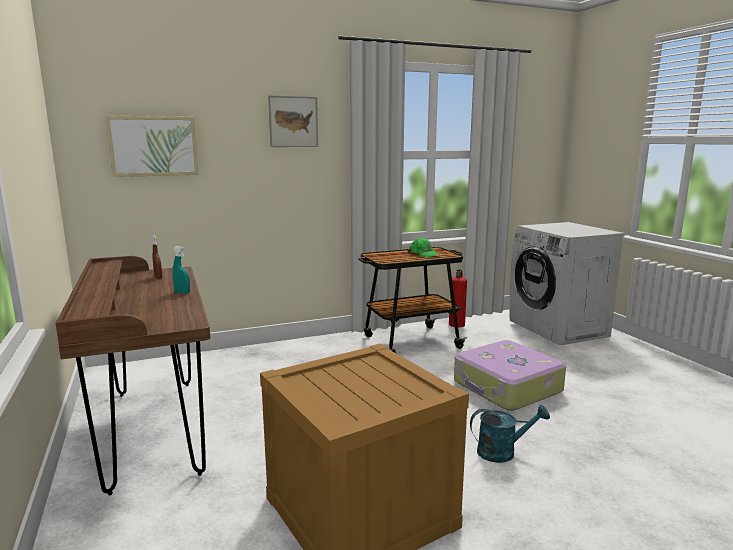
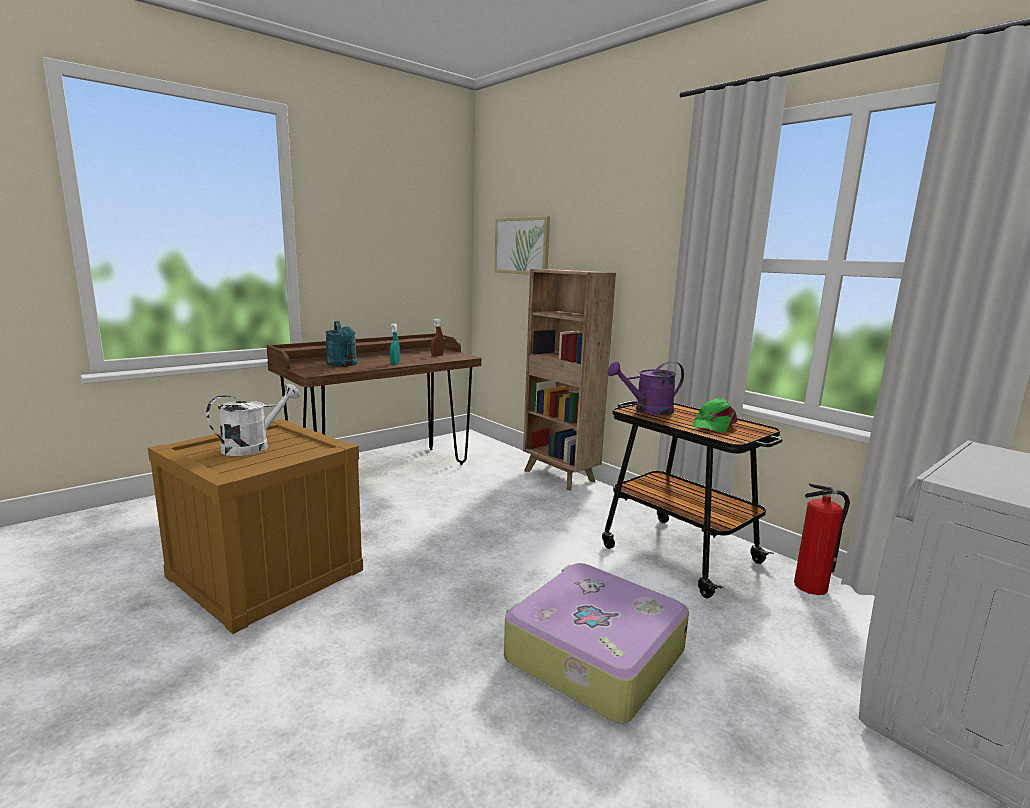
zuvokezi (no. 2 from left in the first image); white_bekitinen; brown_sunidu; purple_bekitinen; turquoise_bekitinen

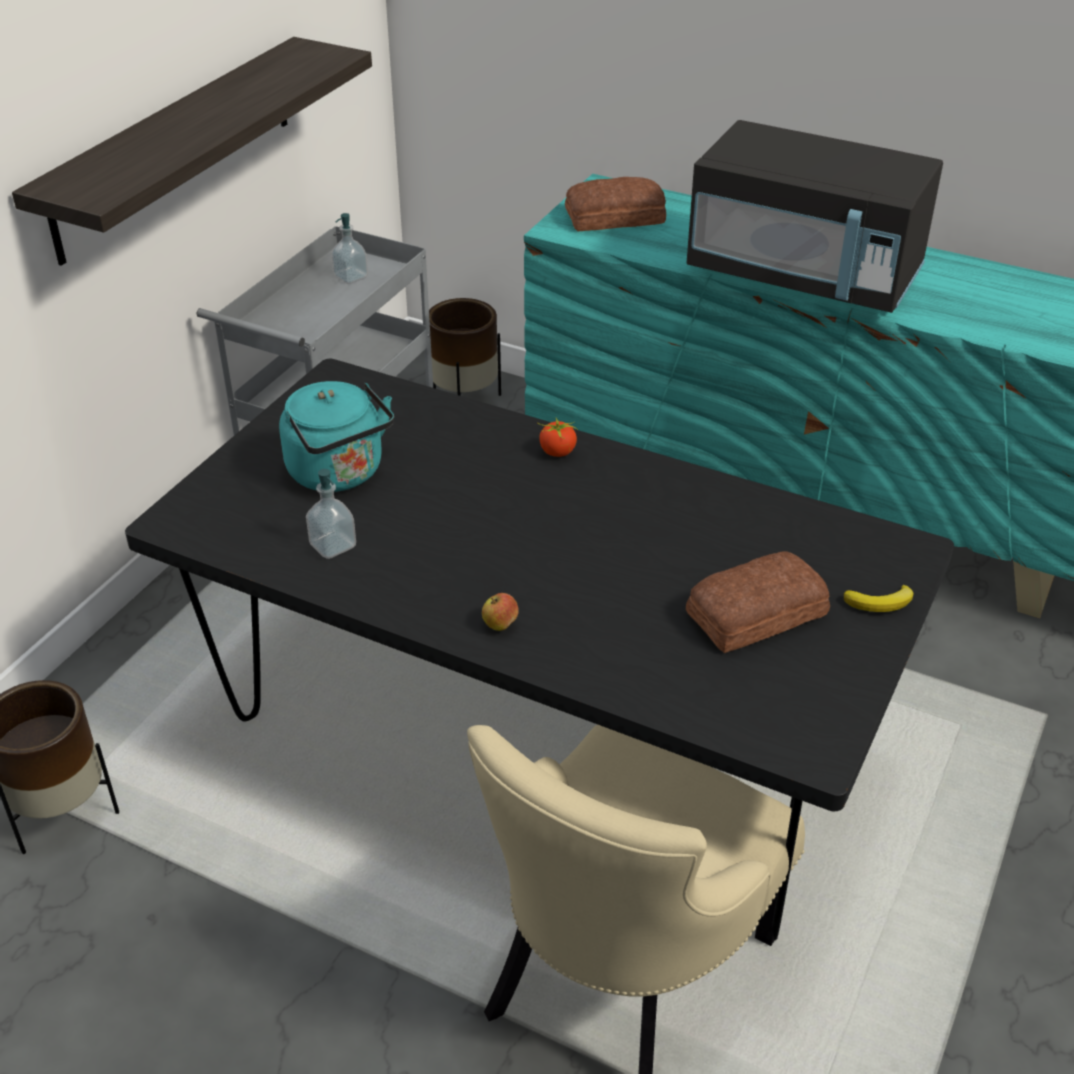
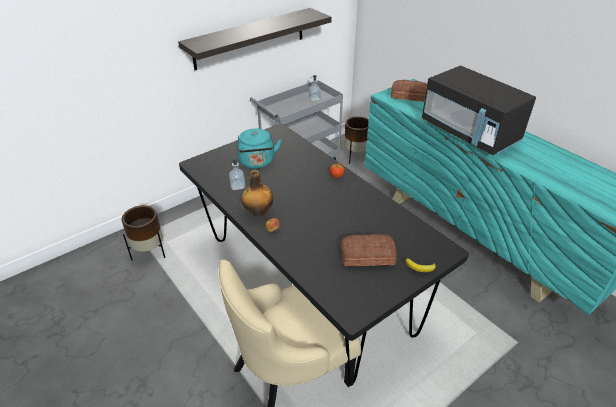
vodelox

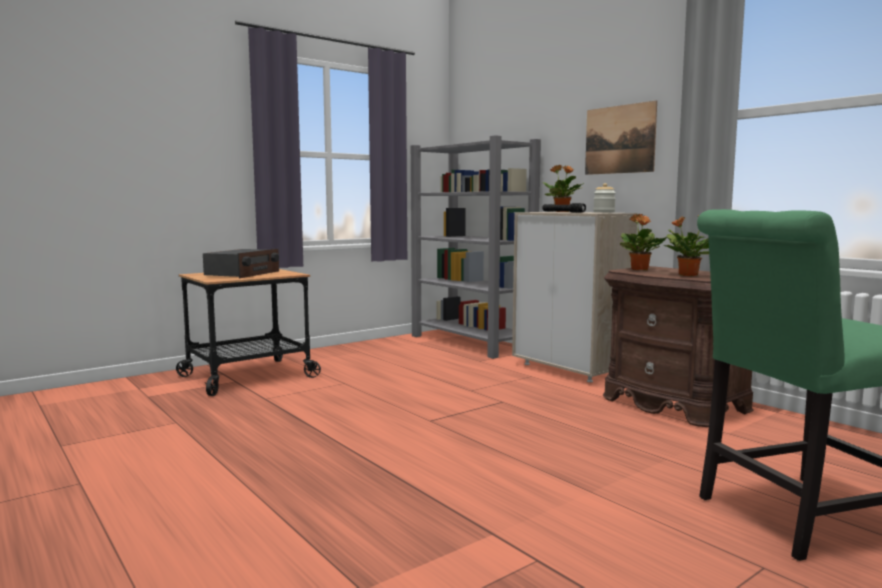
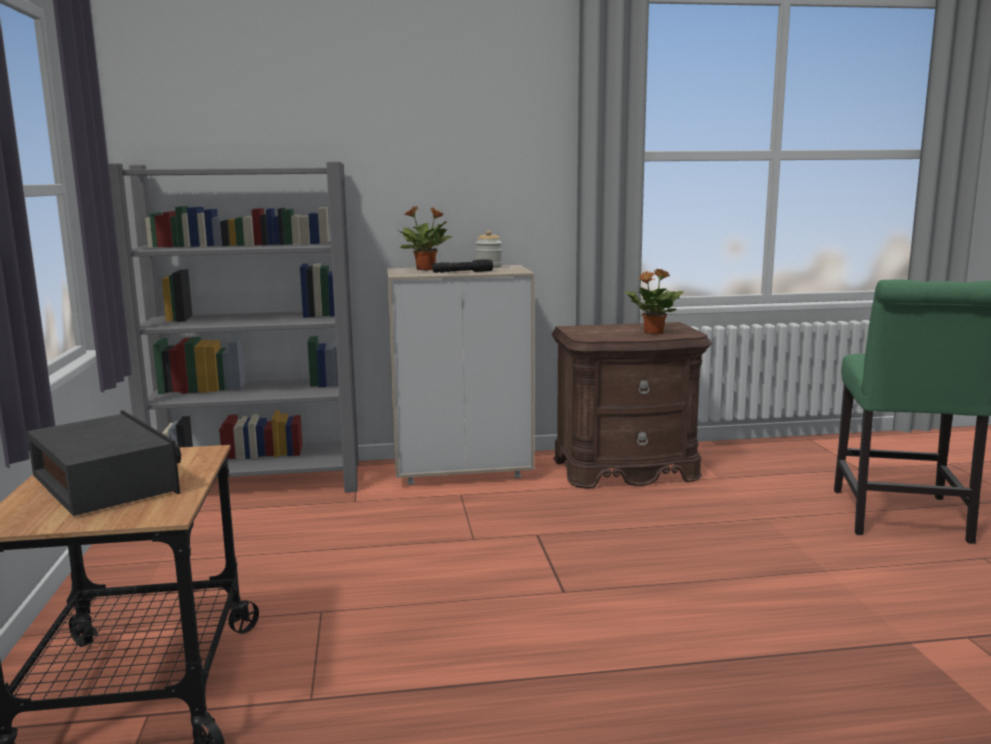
zuvokezi; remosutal (no. 2 from left in the first image)

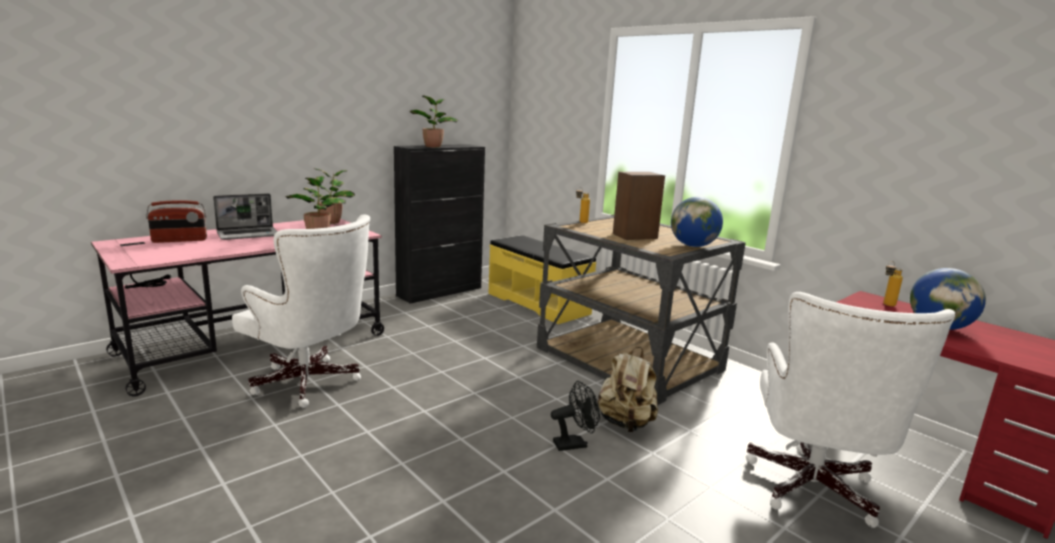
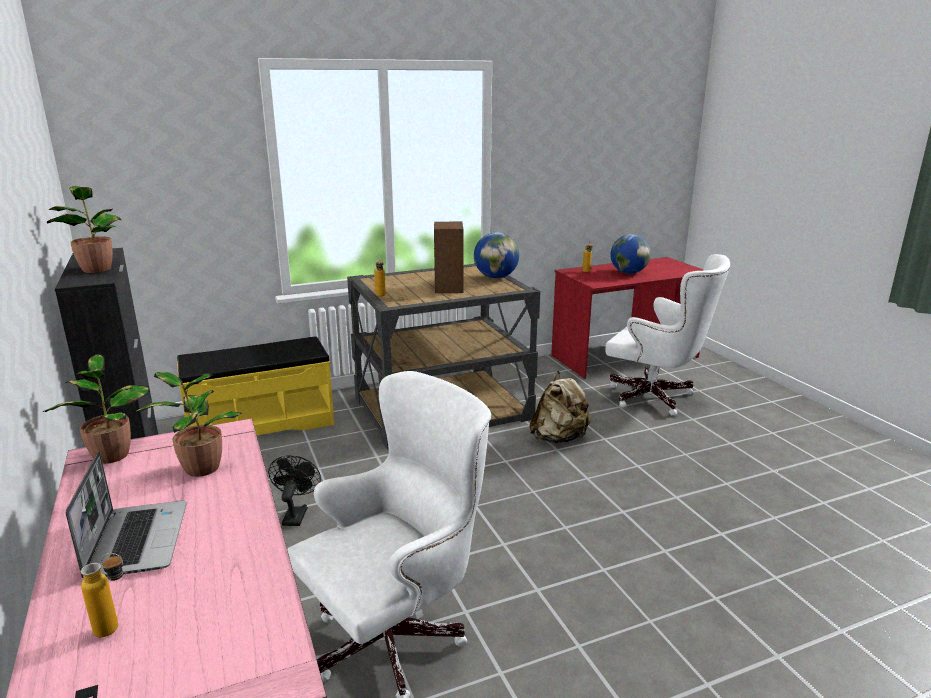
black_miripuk; vodelox (no. 1 from left)

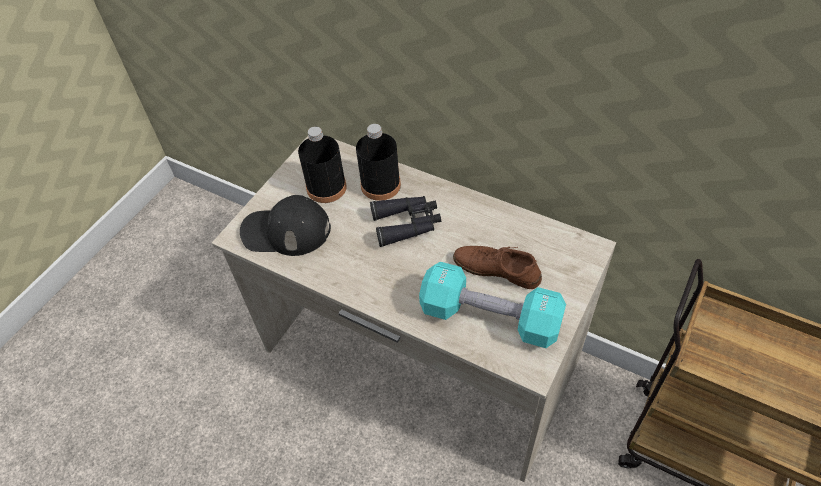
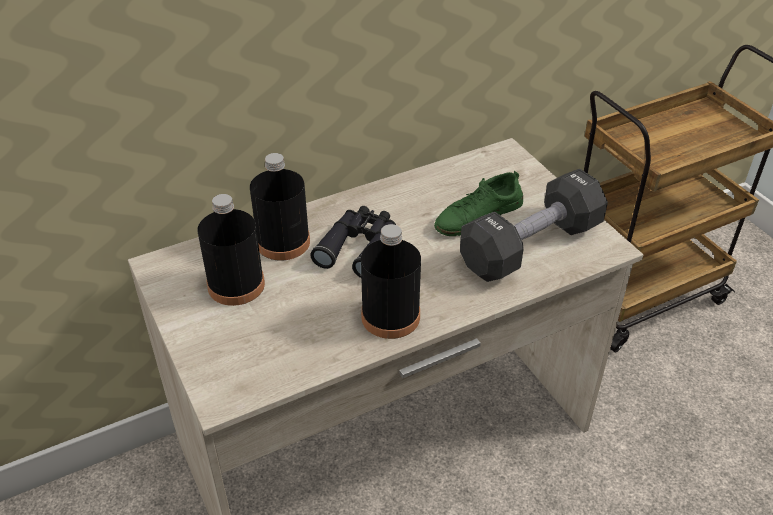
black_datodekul; black_vodelox (no. 3 from left); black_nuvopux; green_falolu

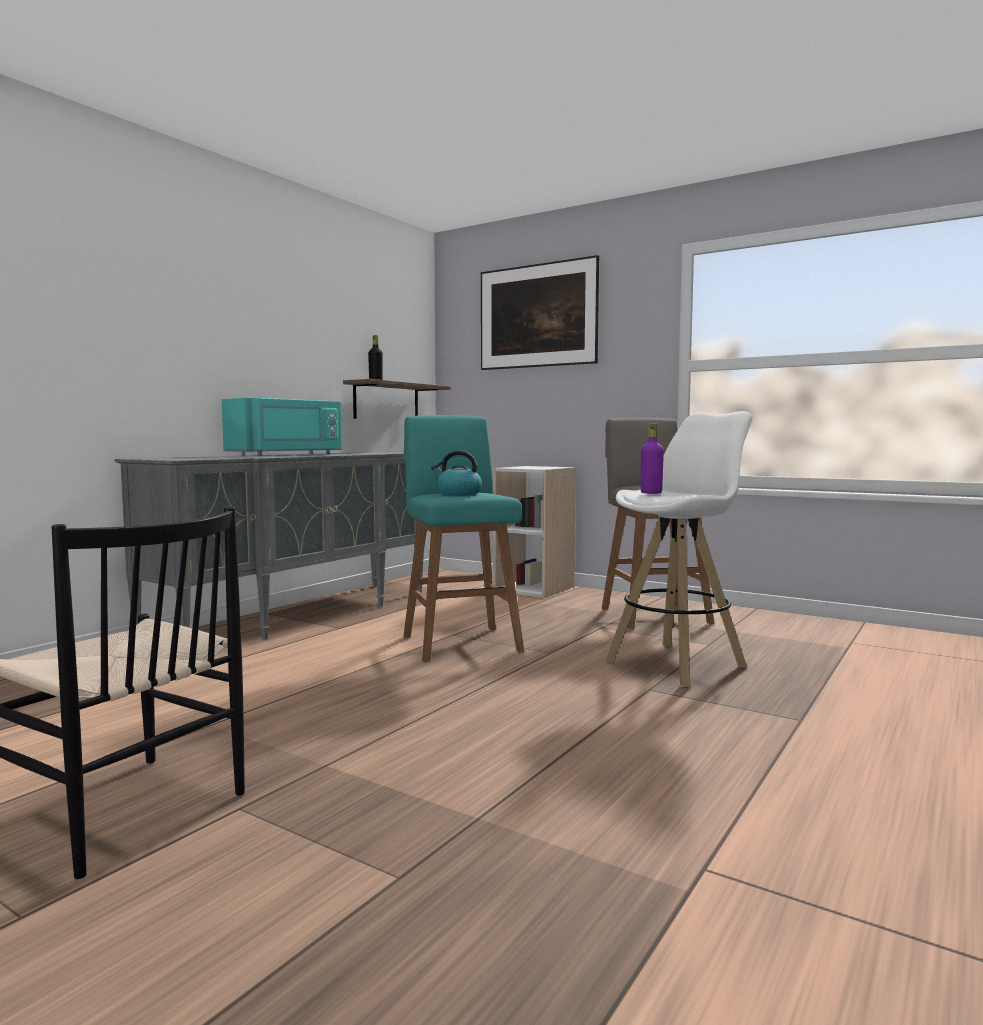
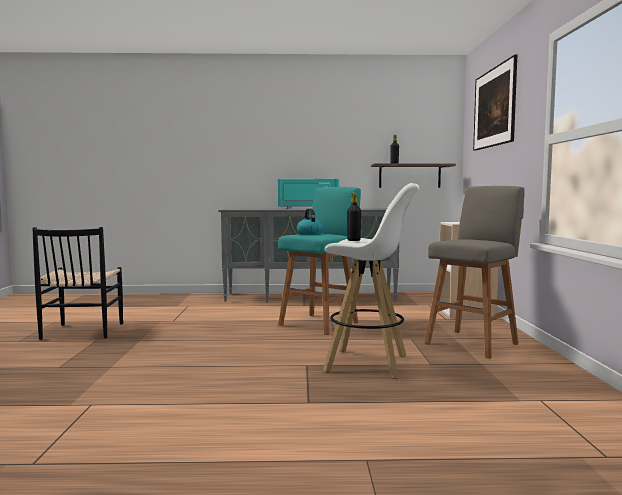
black_vodelox (no. 1 from left)

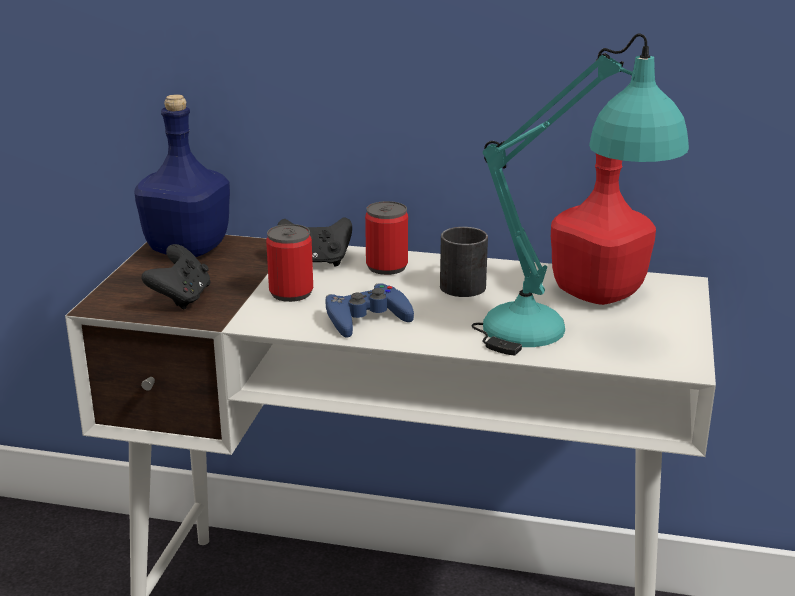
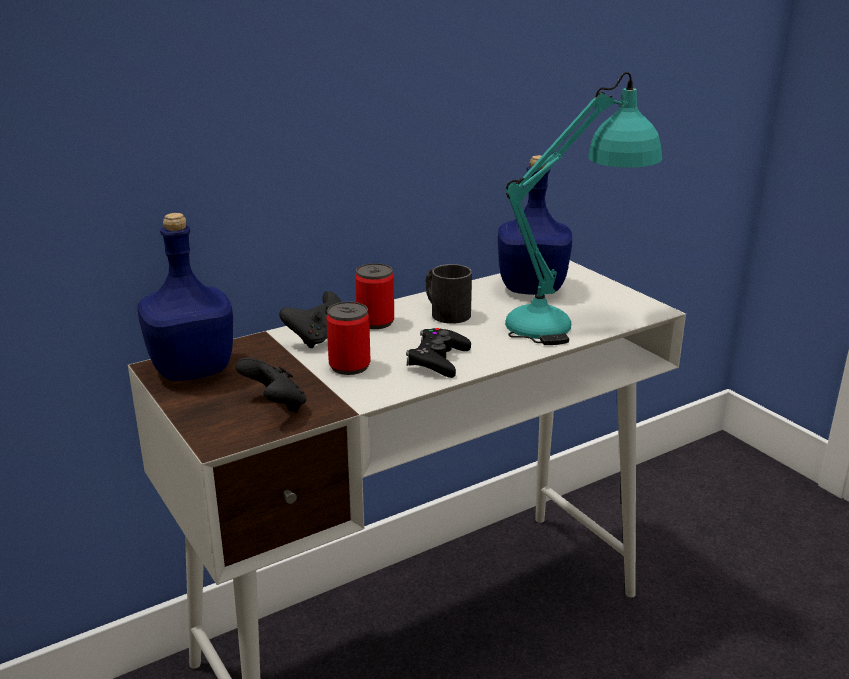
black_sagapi (no. 3 from left); blue_vodelox (no. 2 from left)

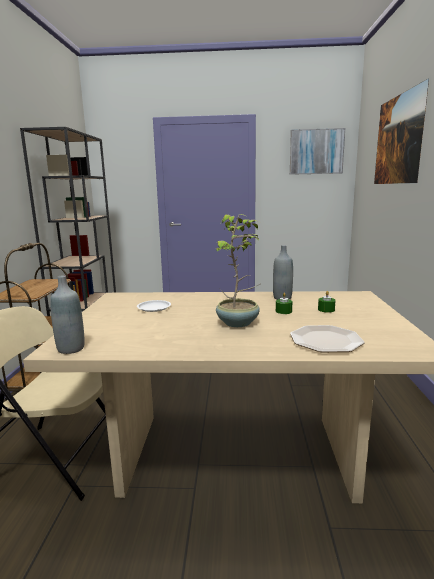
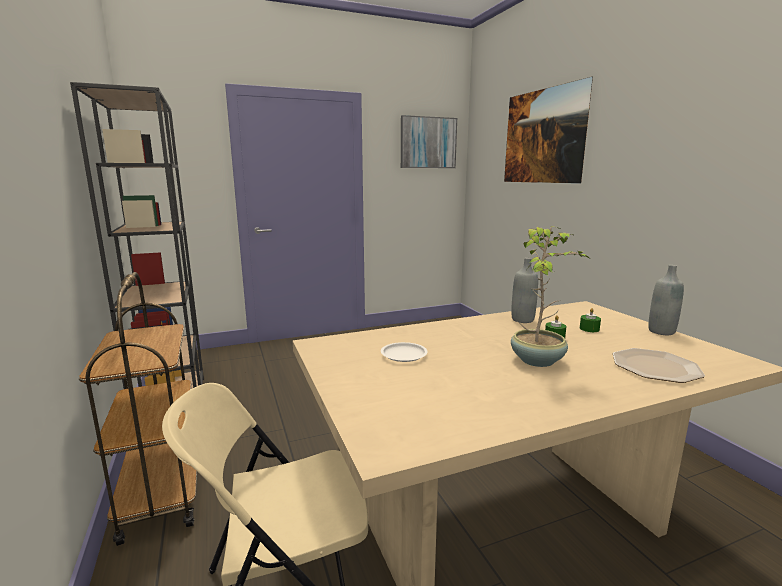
grey_vodelox (no. 2 from left)

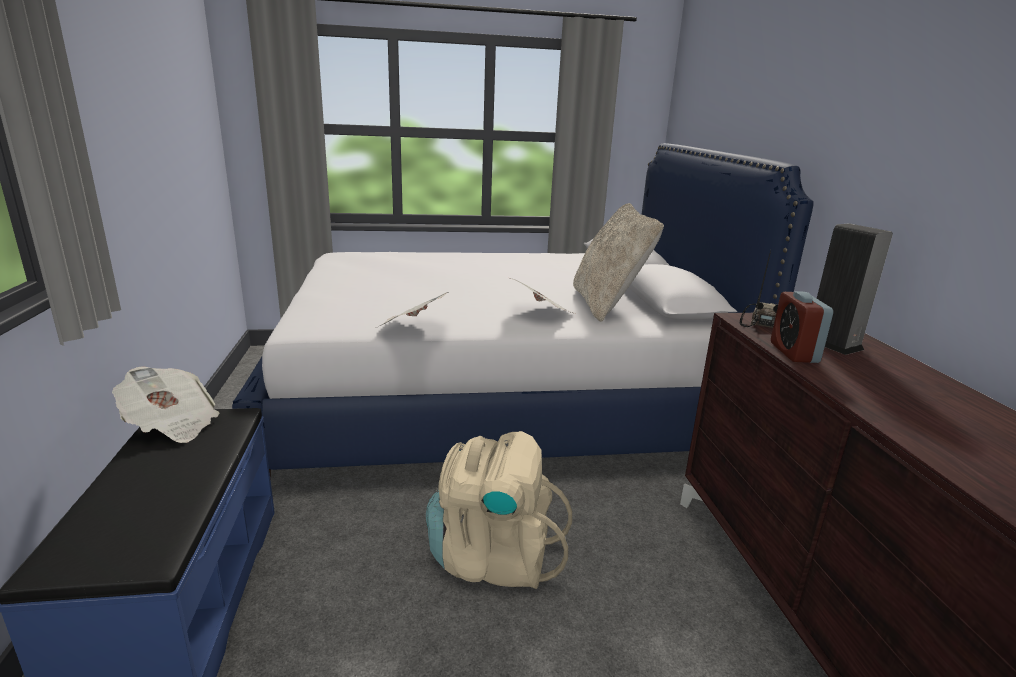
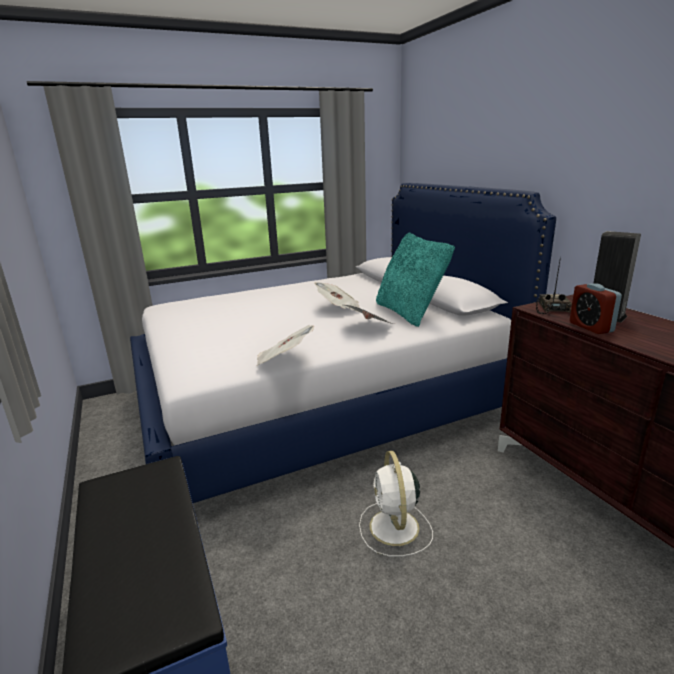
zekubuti (no. 2 from left); white_miripuk; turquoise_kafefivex

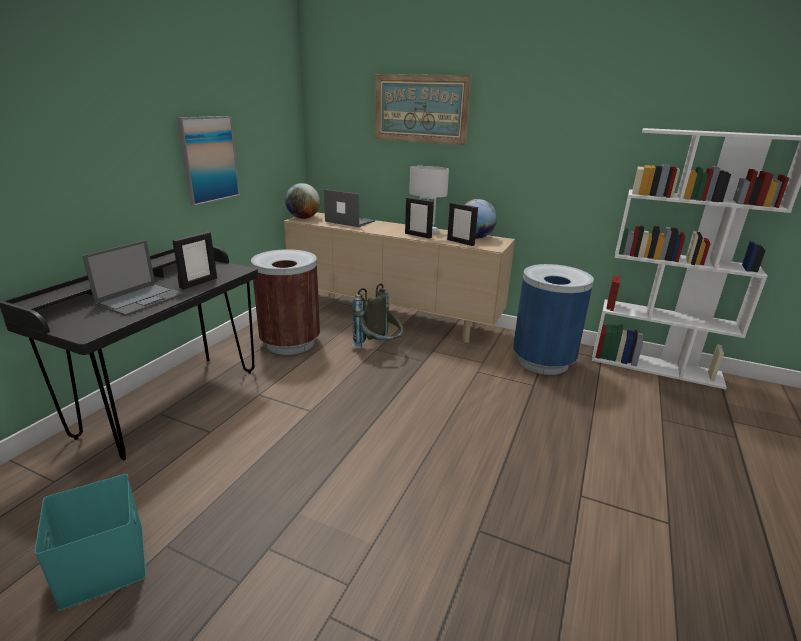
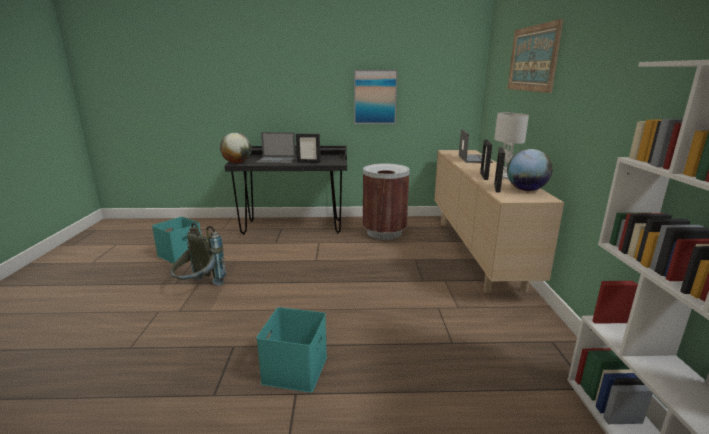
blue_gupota; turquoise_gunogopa (no. 2 from left); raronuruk (no. 1 from left); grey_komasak

